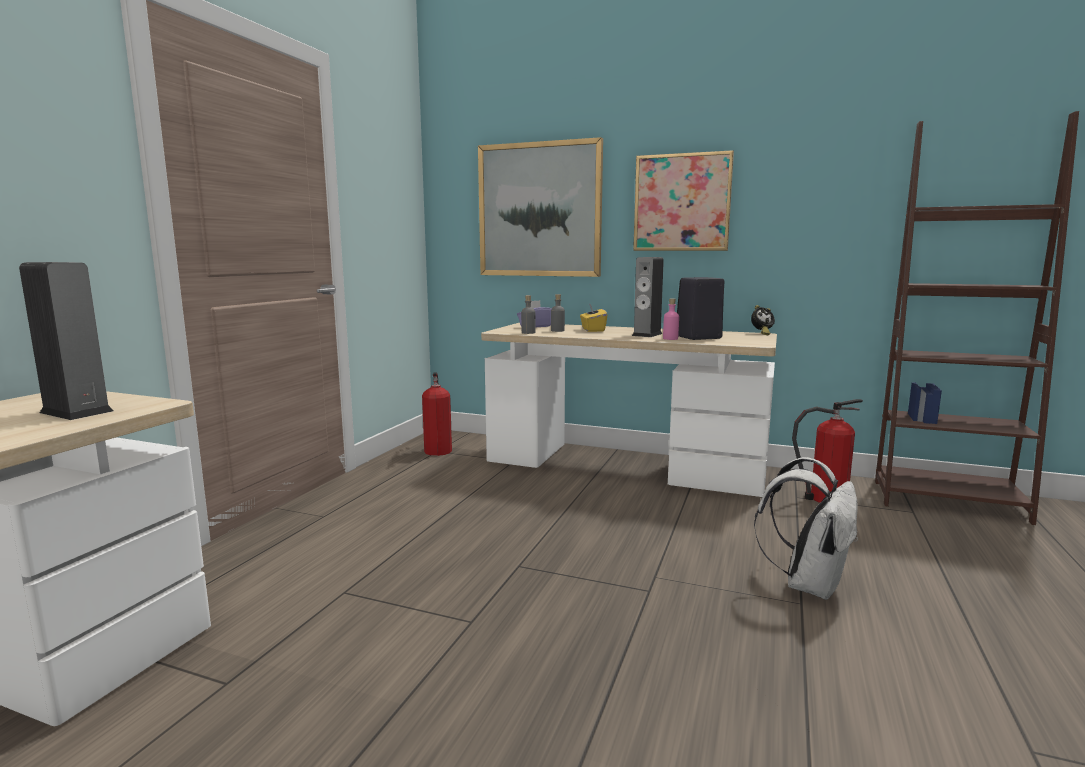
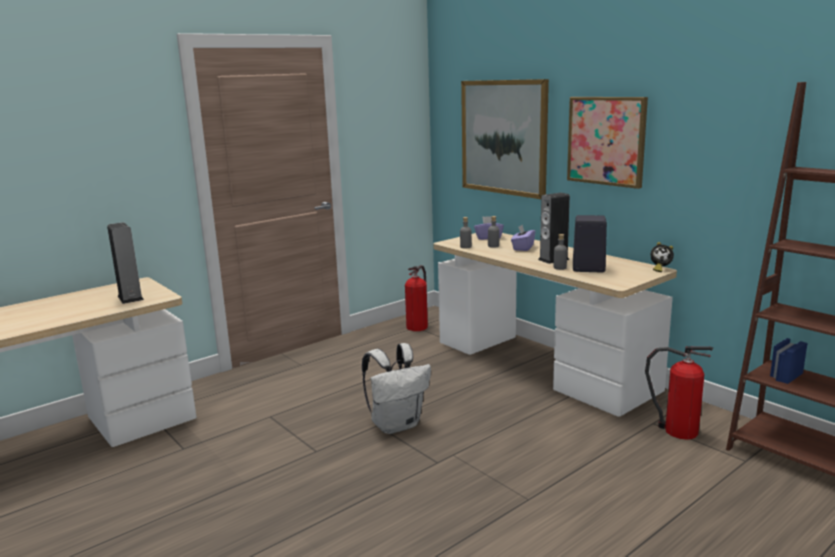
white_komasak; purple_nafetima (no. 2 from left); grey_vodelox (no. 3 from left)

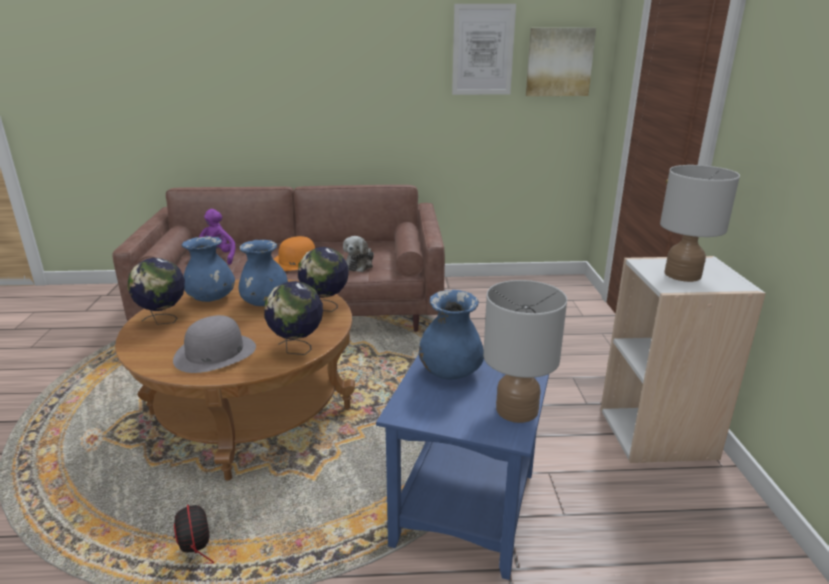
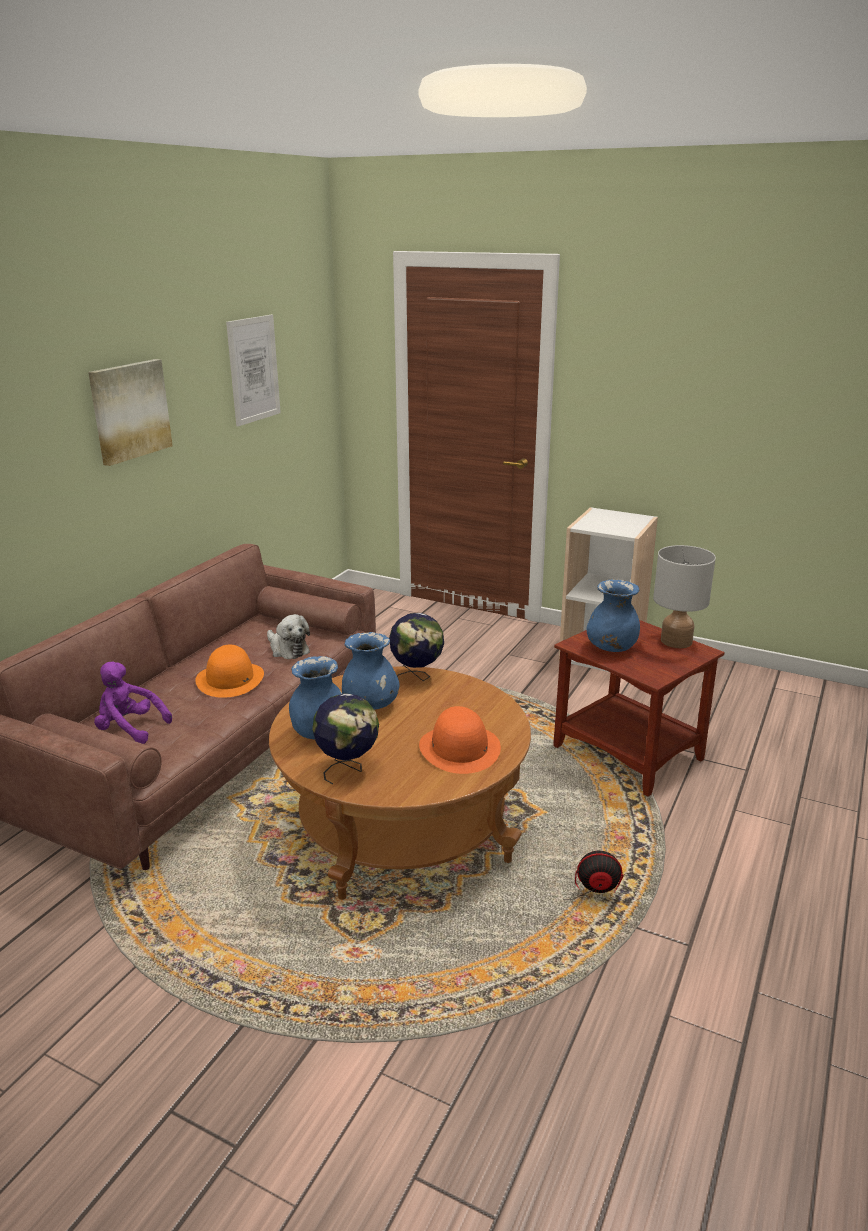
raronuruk (no. 2 from left in the first image); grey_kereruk (no. 2 from left in the first image); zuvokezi (no. 1 from left); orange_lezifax (no. 2 from left); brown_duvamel

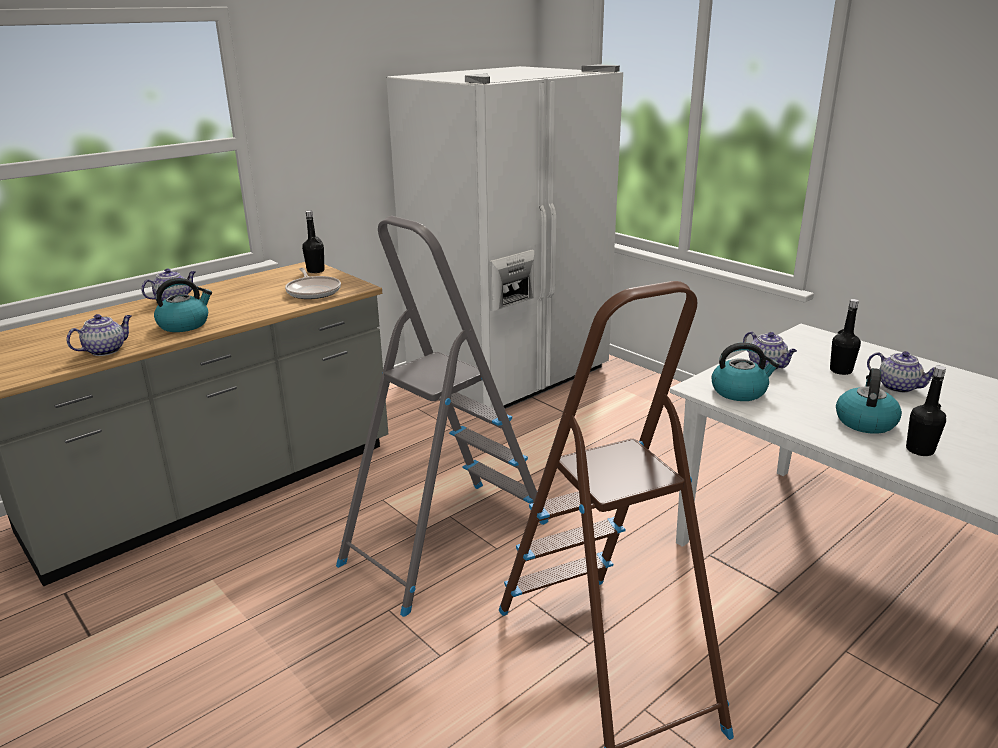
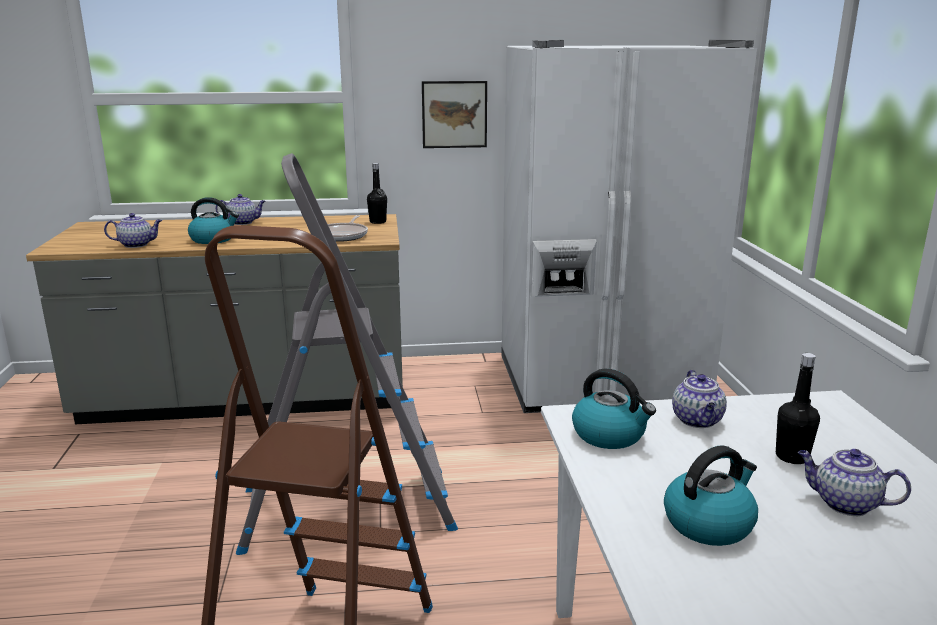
black_vodelox (no. 3 from left in the first image); zuvokezi; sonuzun (no. 4 from left)

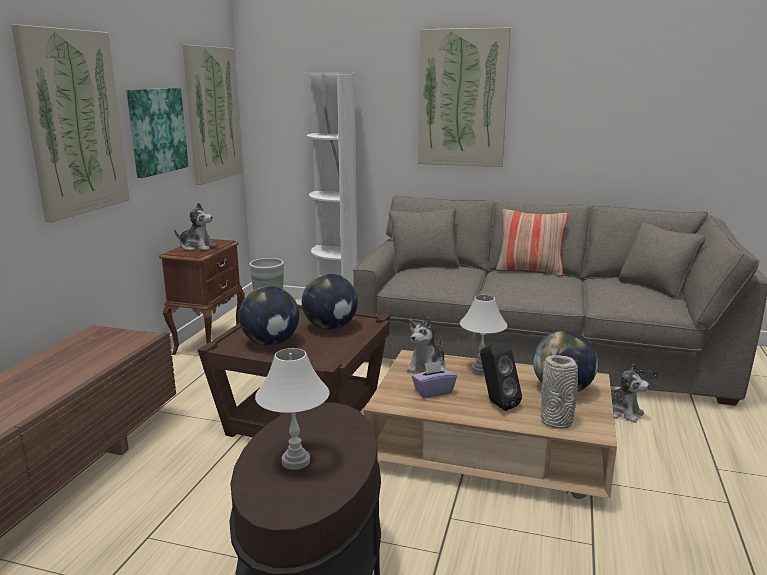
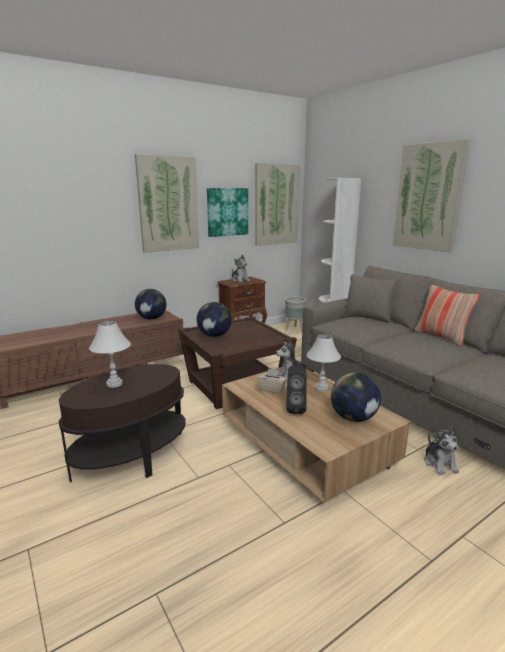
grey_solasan; raronuruk (no. 1 from left); beige_nafetima

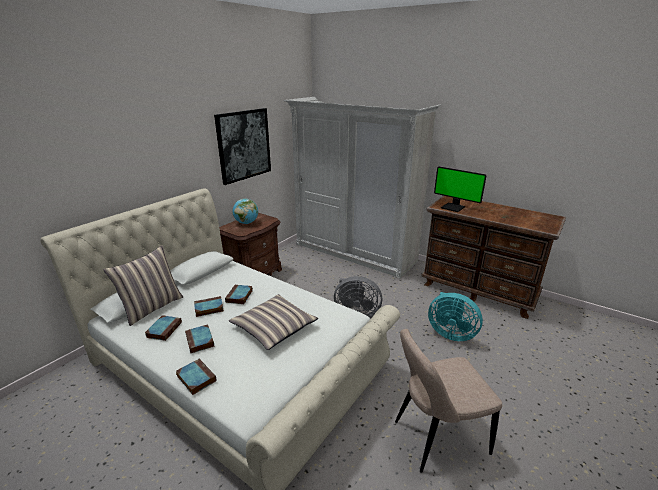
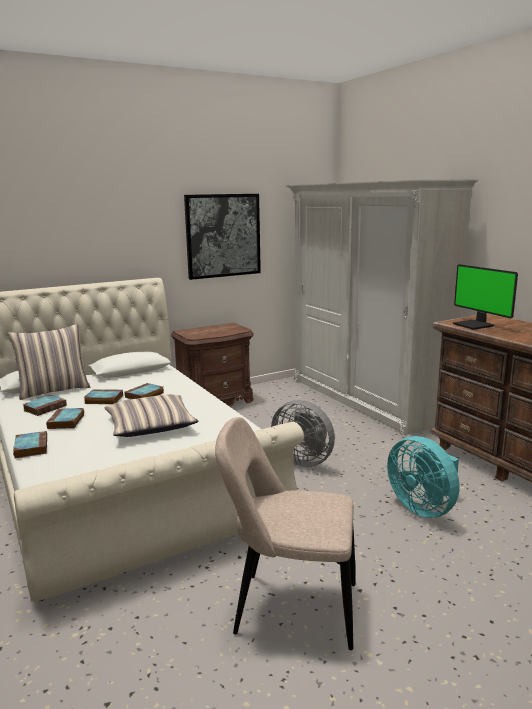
raronuruk

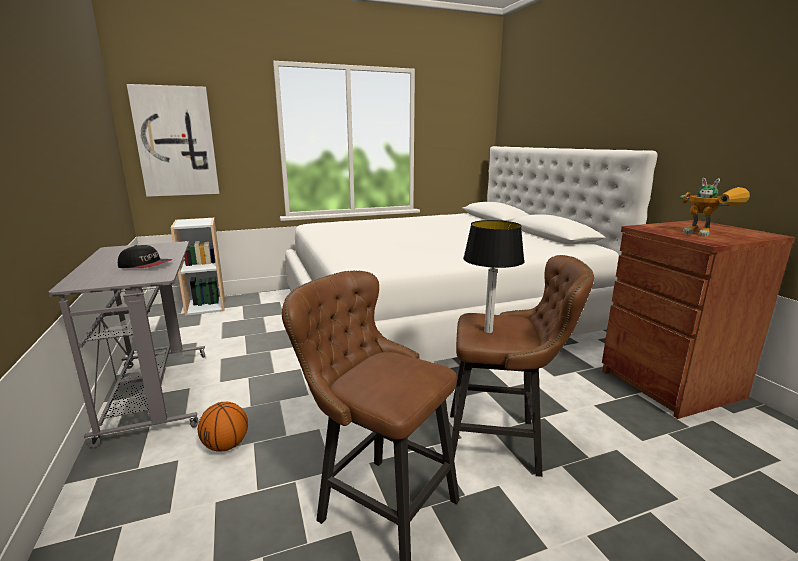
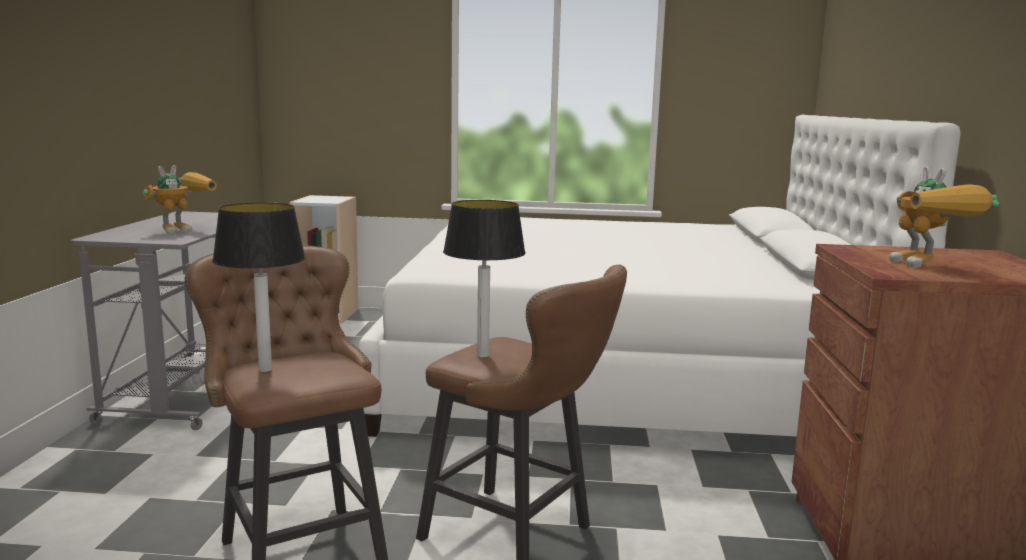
zuvokezi; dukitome; kereruk (no. 1 from left); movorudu (no. 1 from left)

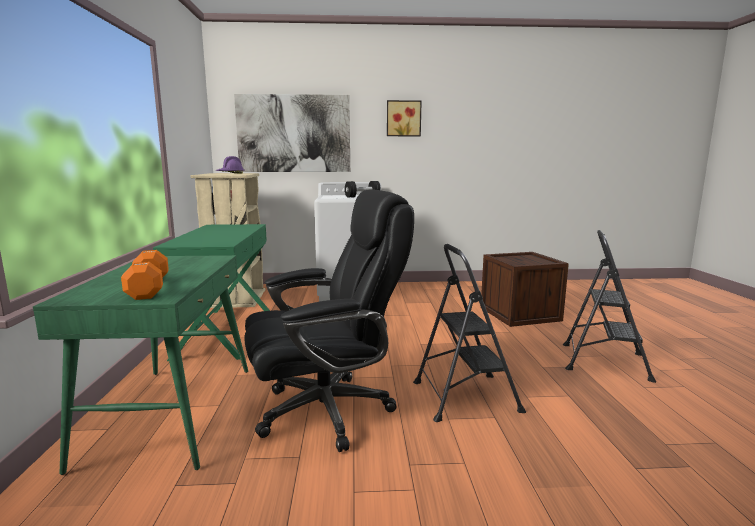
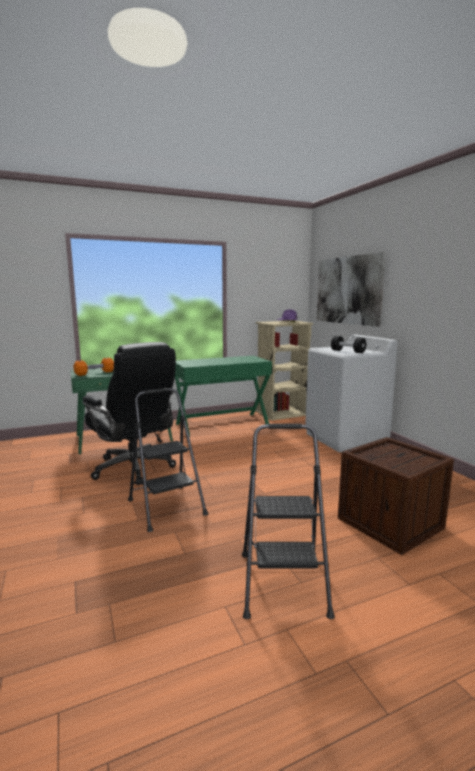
zuvokezi (no. 2 from left in the first image)

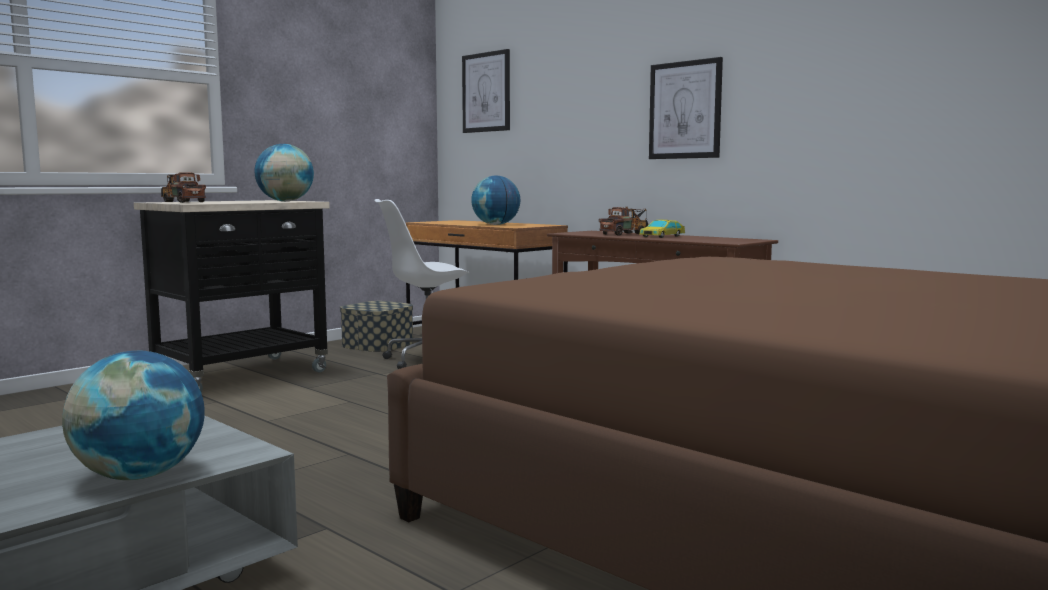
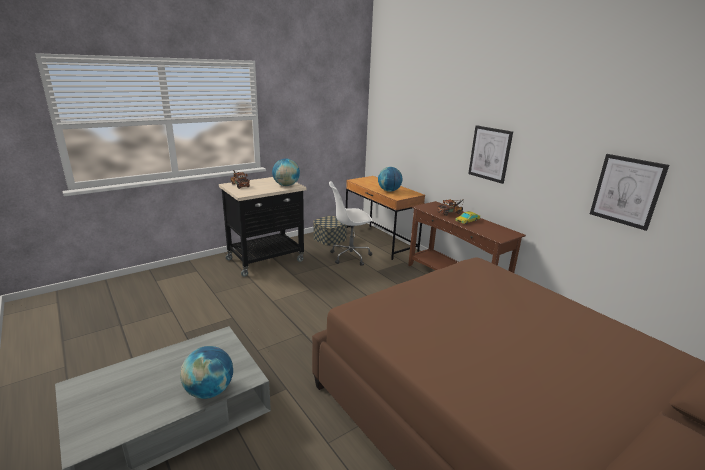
zuvokezi (no. 2 from left)

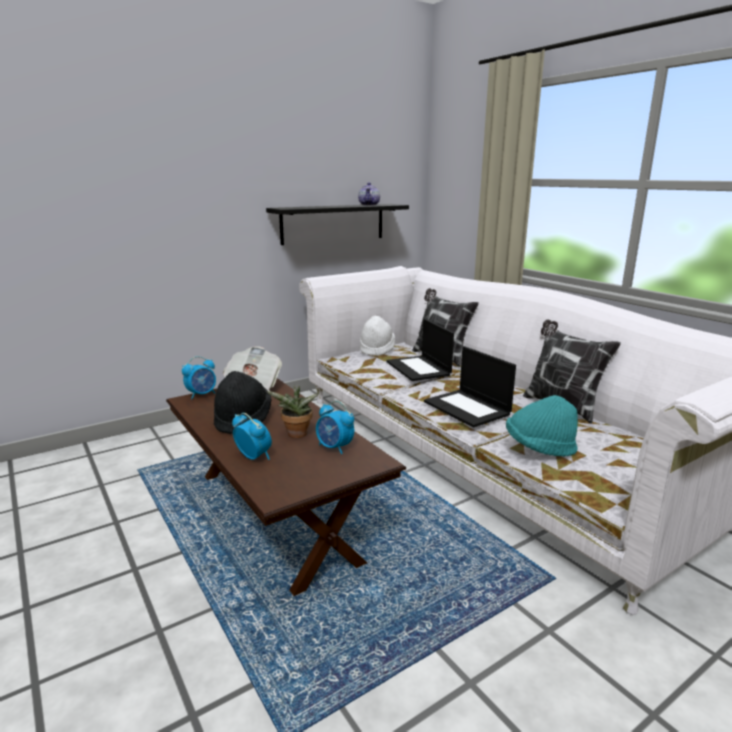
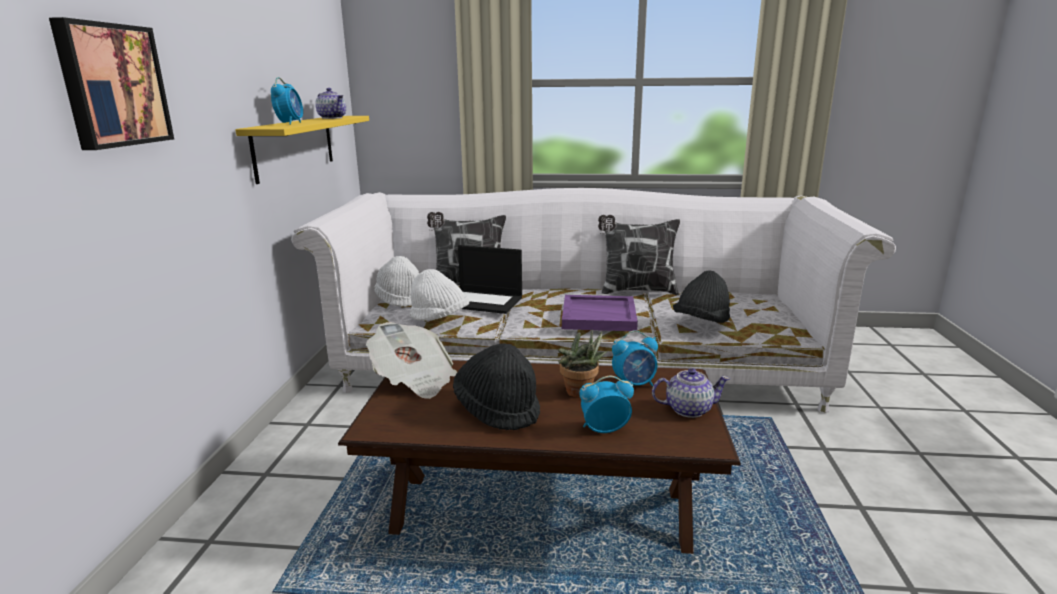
zuvokezi; white_lezifax (no. 2 from left); sonuzun (no. 2 from left); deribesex (no. 1 from left); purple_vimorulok; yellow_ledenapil; black_lezifax (no. 2 from left)

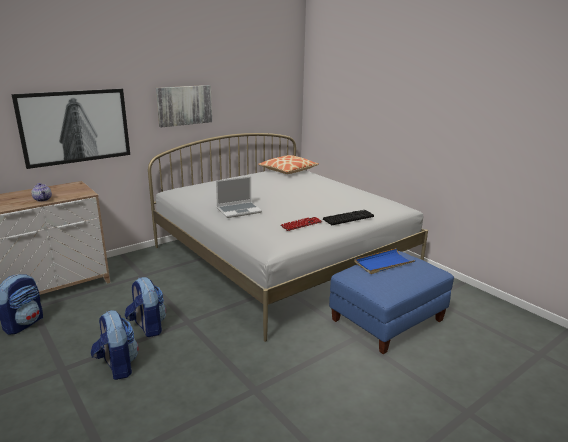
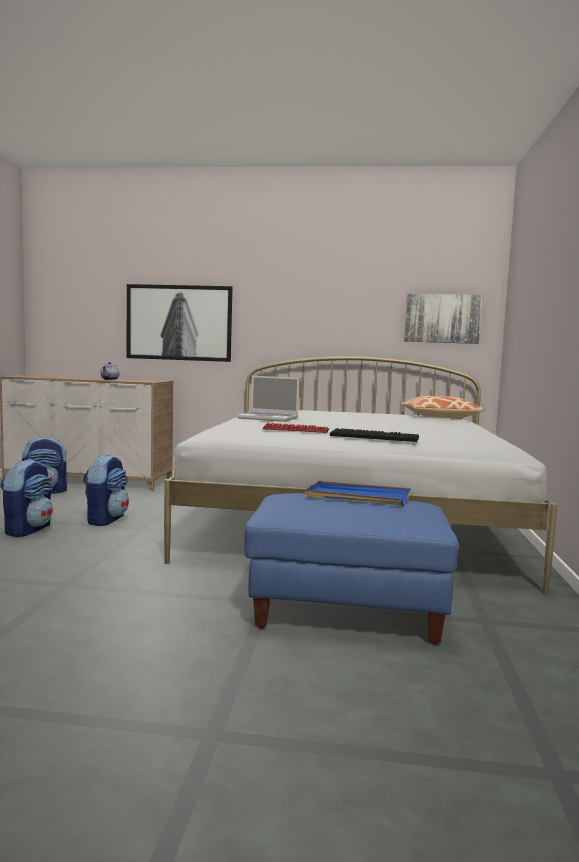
zuvokezi (no. 2 from left)

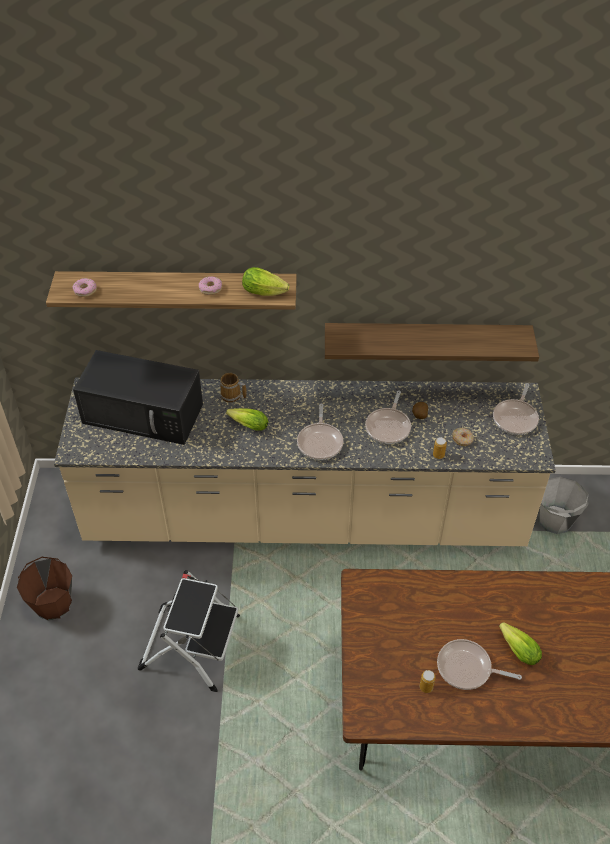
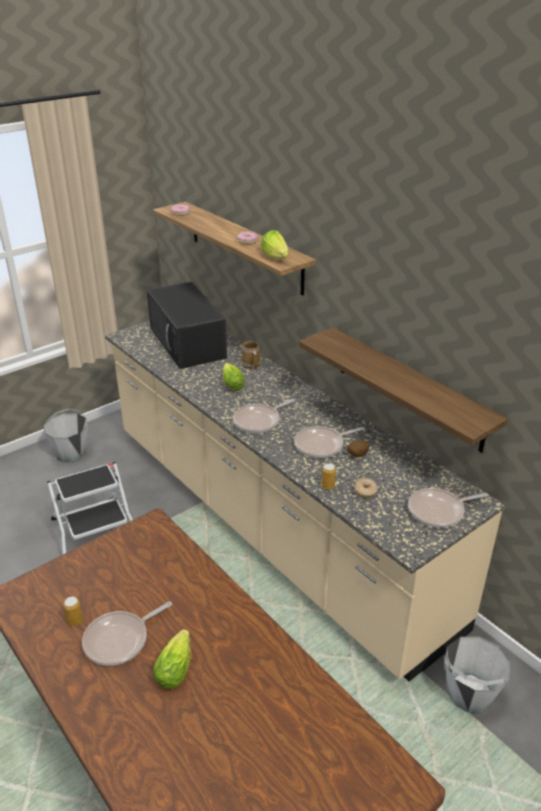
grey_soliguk (no. 1 from left); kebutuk (no. 1 from left)

